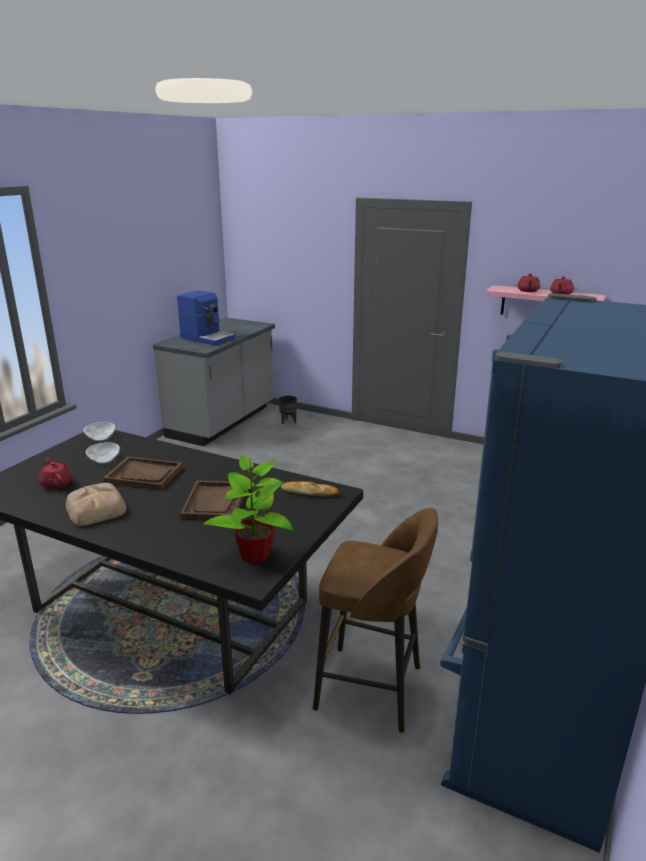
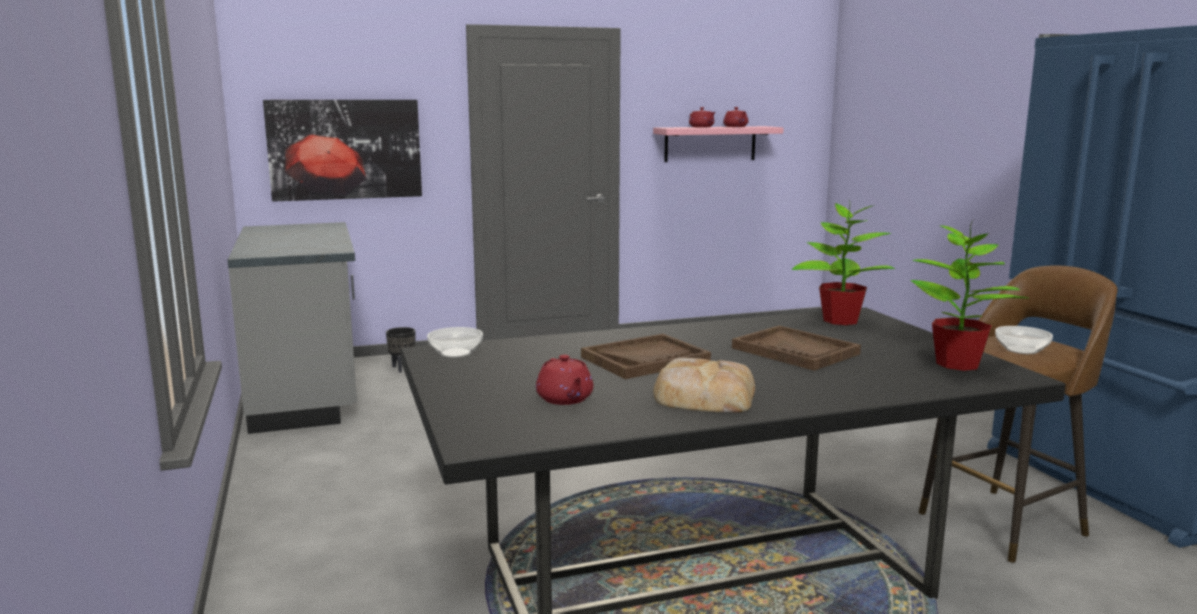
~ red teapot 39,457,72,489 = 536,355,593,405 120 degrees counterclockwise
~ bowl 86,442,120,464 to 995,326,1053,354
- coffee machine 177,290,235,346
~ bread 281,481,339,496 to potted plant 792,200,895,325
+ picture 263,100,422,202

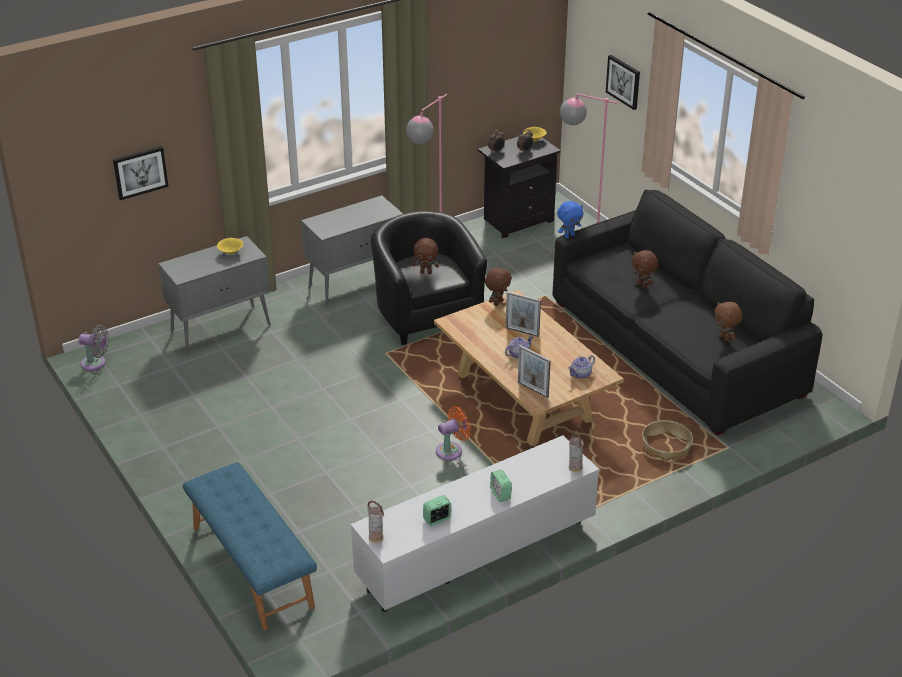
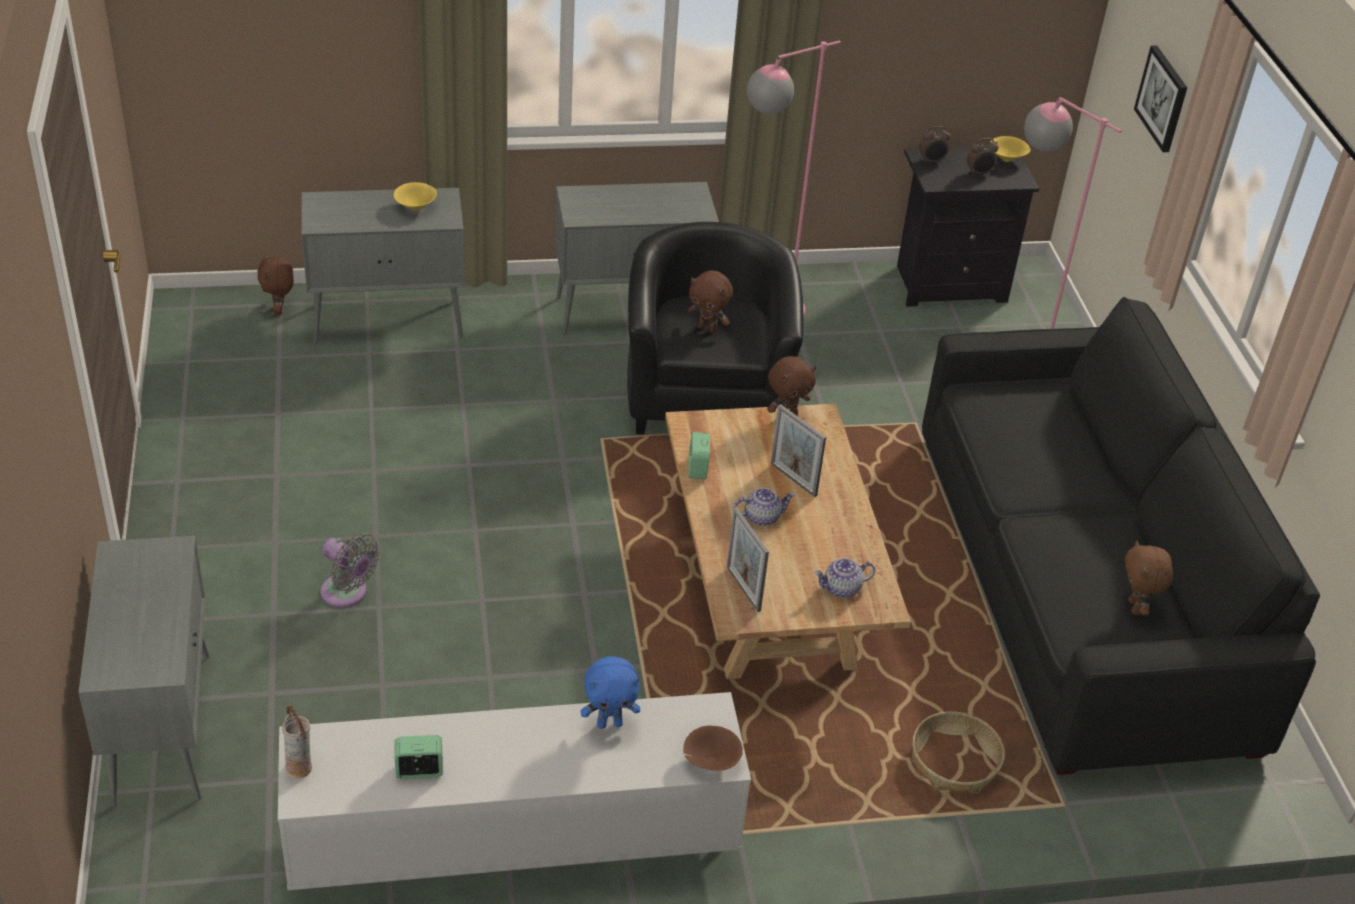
~ grey fan 78,325,109,371 to 321,534,380,608
- picture 113,146,168,200
~ blue bench 183,462,317,630 to grey cabinet 78,536,209,807
- orange fan 436,406,471,460
~ alarm clock 490,470,512,502 to 689,432,710,479
~ blue plush toy 557,201,583,238 to 581,656,640,728
~ vase 569,431,583,472 to brown bowl 683,725,743,771
~ brown plush toy 631,250,658,288 to 258,254,293,315

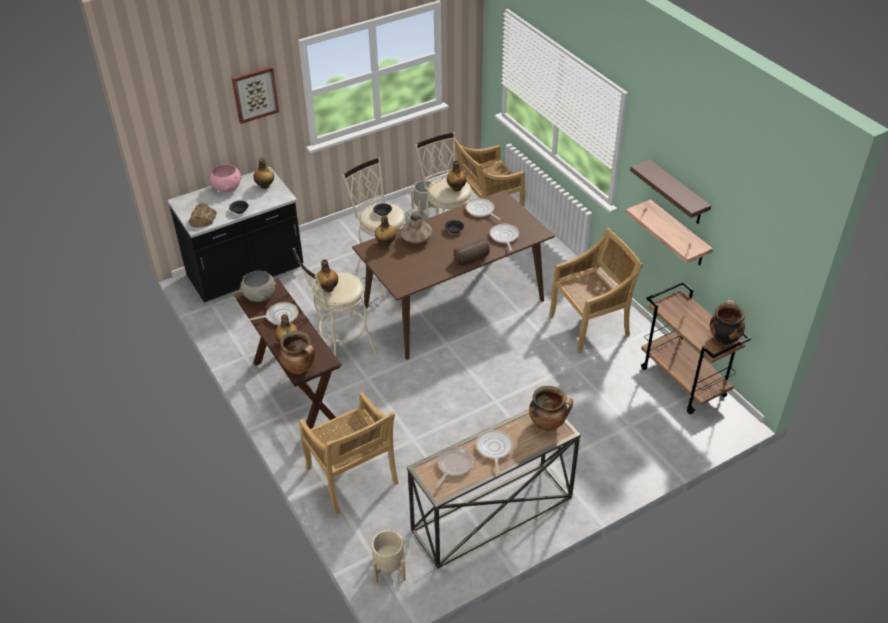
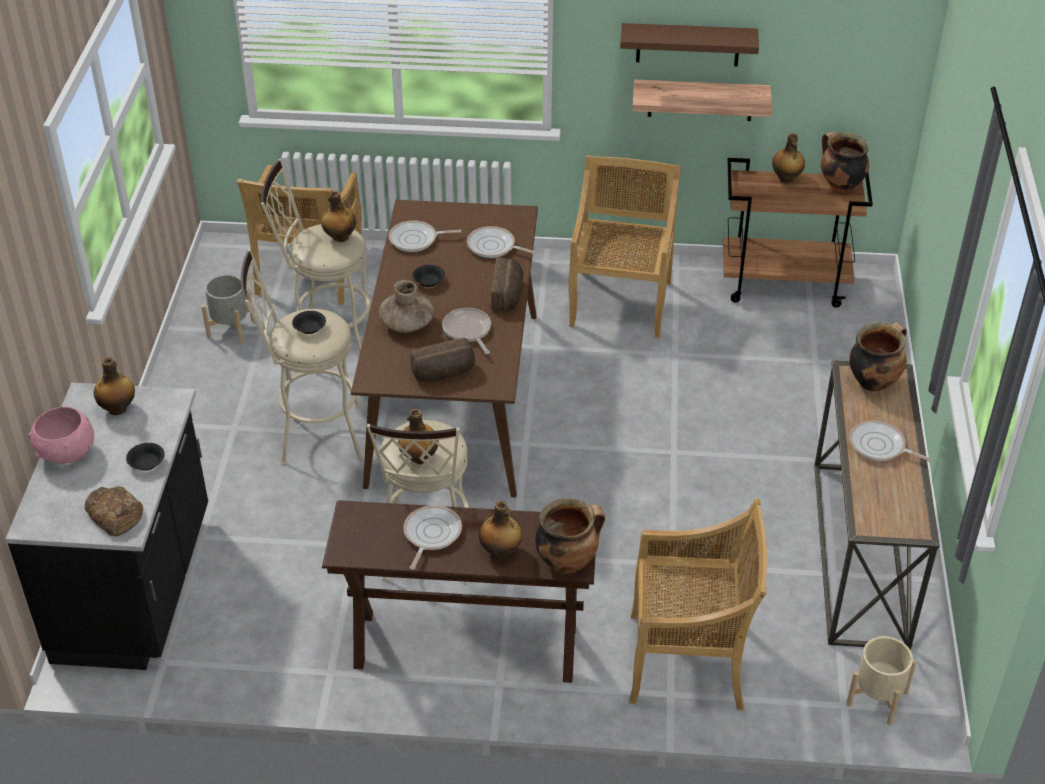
- picture 231,66,279,124
- grey bowl 240,271,276,302
~ bottle 375,215,396,246 to 772,133,805,183
~ frying pan 436,447,473,488 to 442,308,491,354
+ bread 410,337,475,382

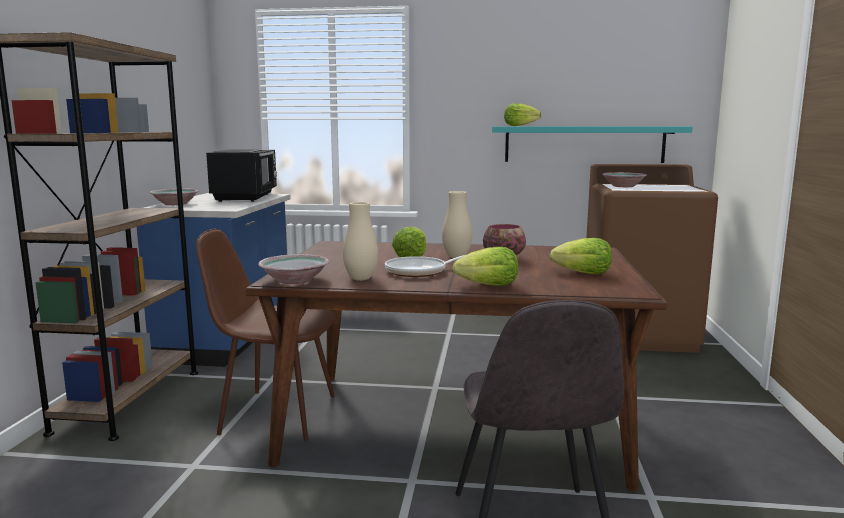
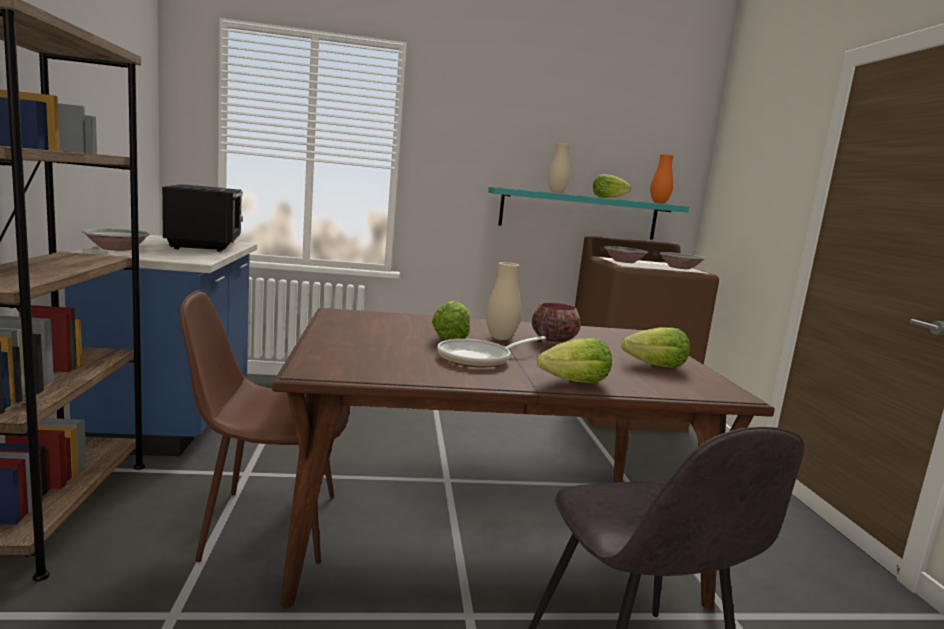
~ bowl 258,254,329,284 to 659,252,705,269
~ beige vase 343,202,378,281 to 548,143,570,193
~ lettuce 504,103,541,126 to 593,174,631,198
+ orange vase 650,154,673,204

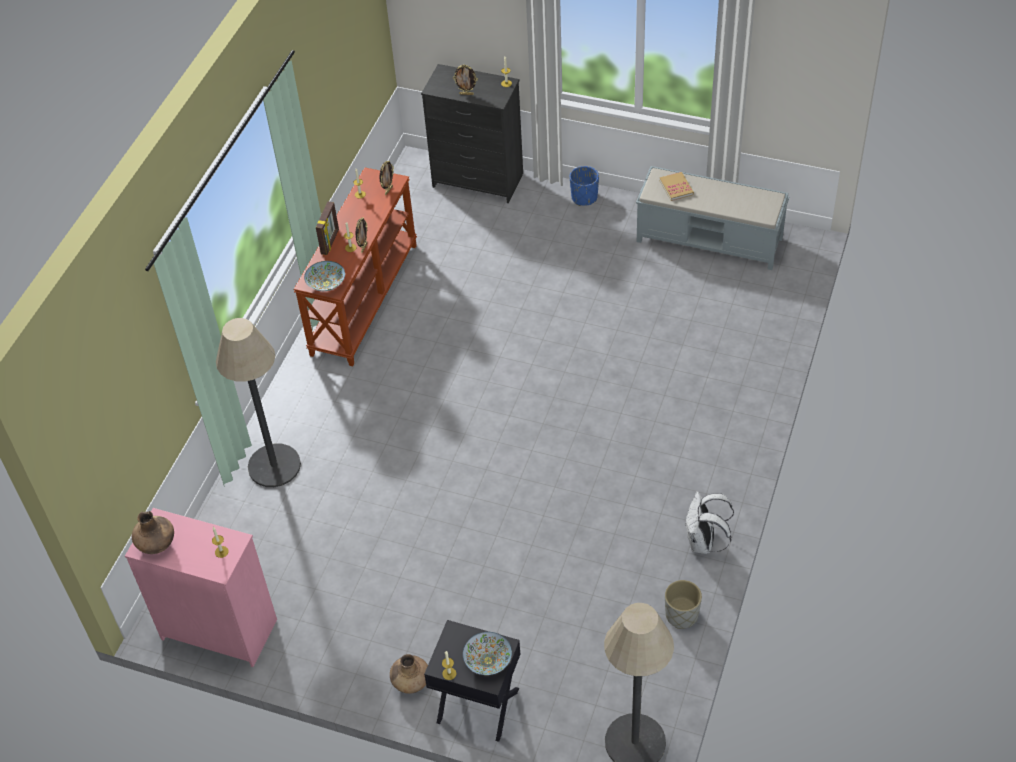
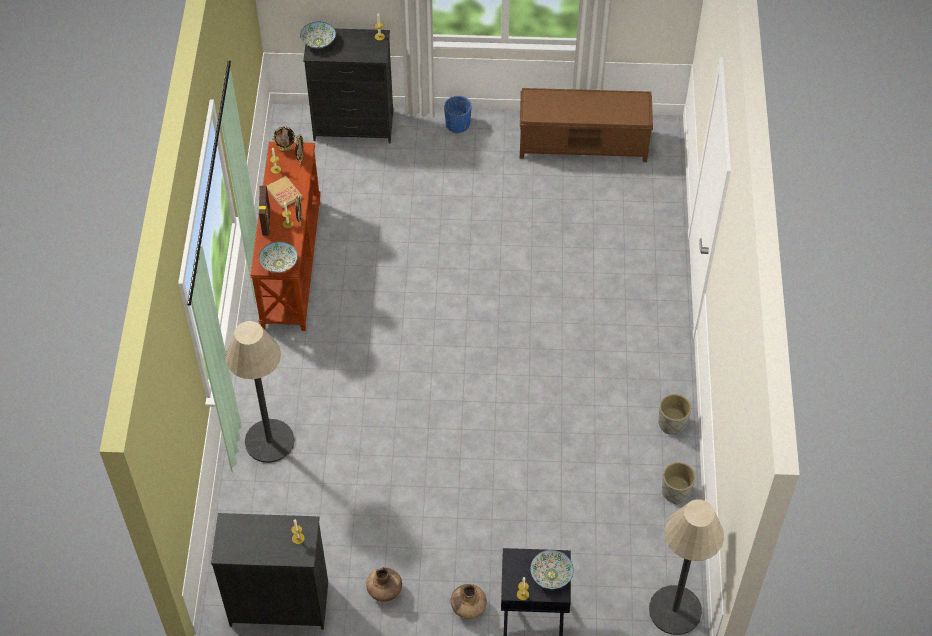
~ pink dresser 125,508,277,667 to black dresser 211,513,328,630
~ brown vase 132,511,174,554 to 366,567,402,602
~ picture frame 453,65,478,95 to 272,126,296,152
~ grey bench 636,166,789,270 to brown bench 520,88,653,162
~ book 659,172,694,201 to 267,176,303,208
~ white backpack 685,491,734,554 to grey planter 659,394,691,435
+ bowl 300,22,336,48

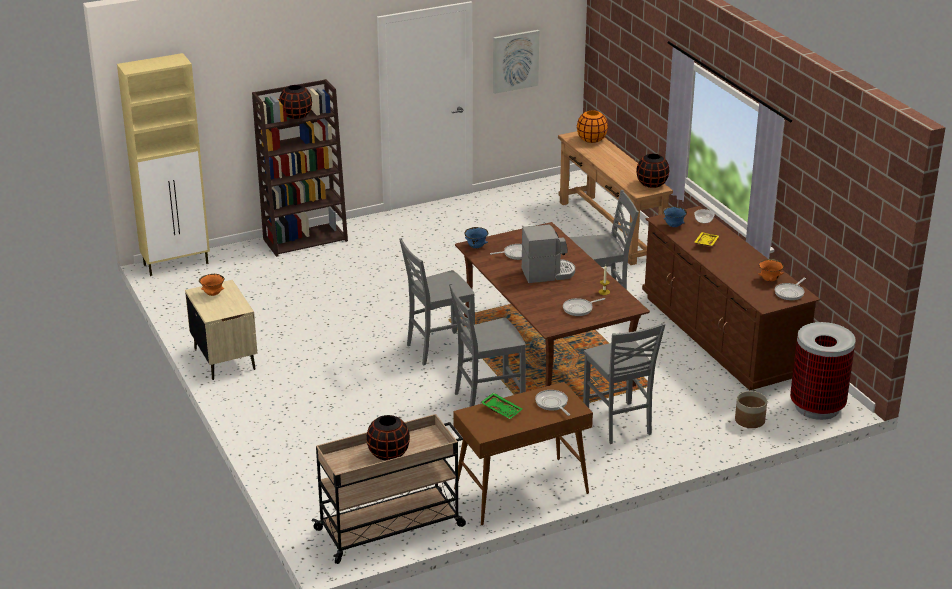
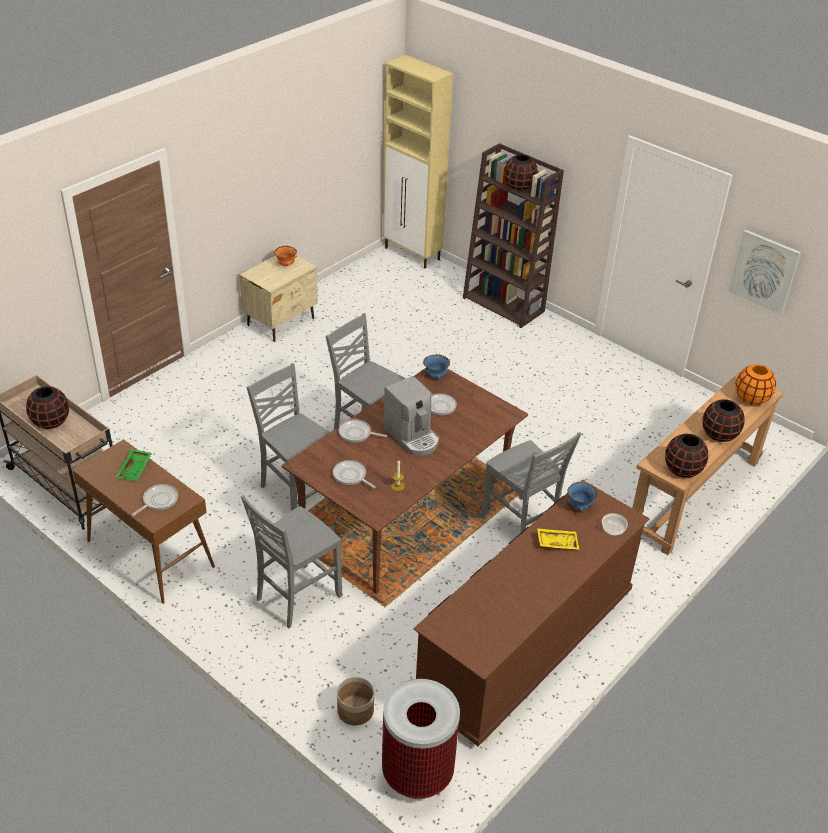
- orange bowl 758,259,784,281
~ frying pan 775,278,806,300 to 339,419,387,443
+ black vase 703,399,745,442

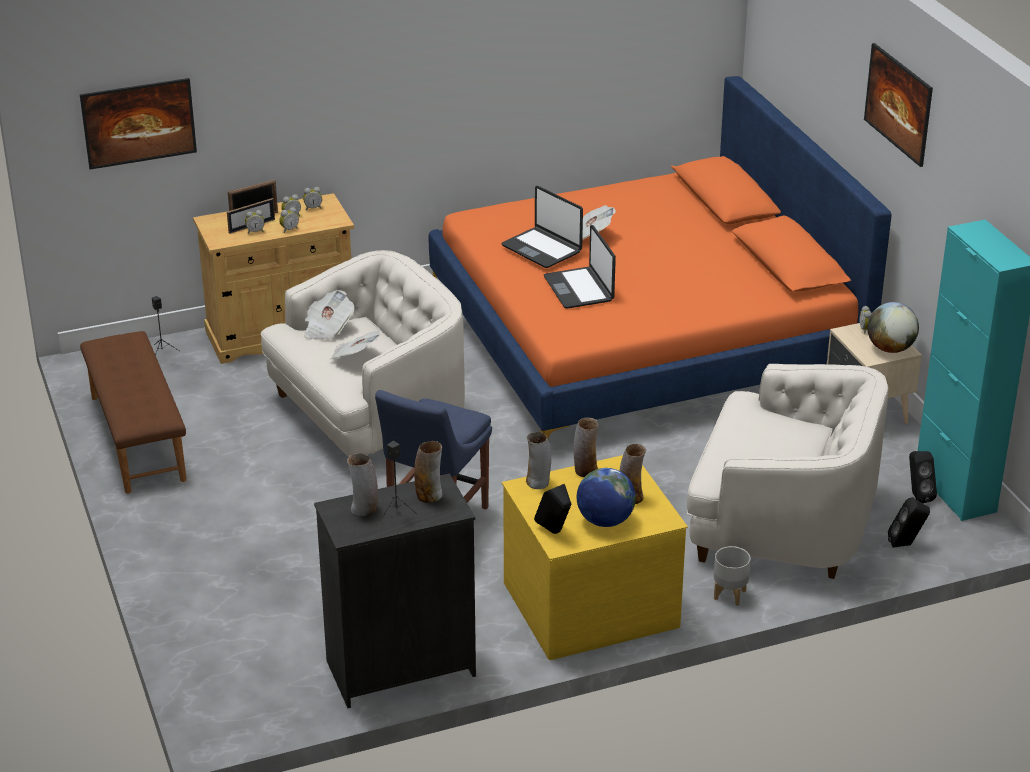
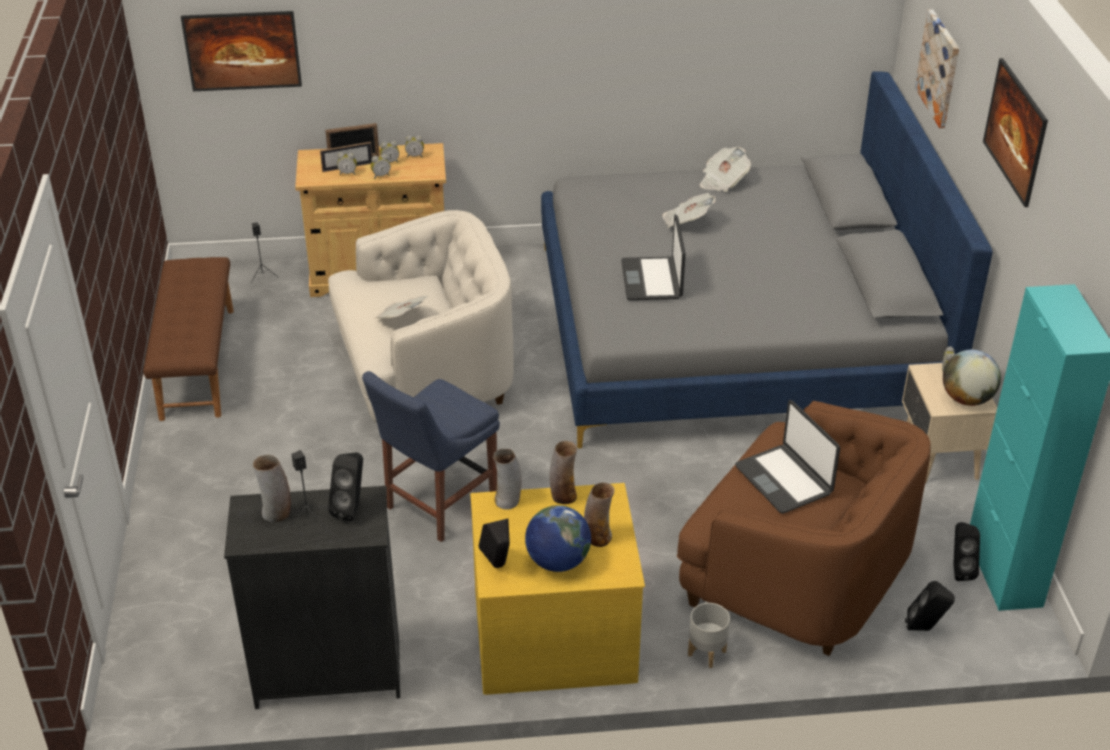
~ newspaper 304,290,354,339 to 700,147,751,192
~ vase 414,441,443,503 to black speaker 328,452,363,521
~ orange bed 429,76,892,440 to grey bed 541,71,993,448
~ laptop 501,186,583,268 to 735,400,840,514
~ white armchair 687,364,889,579 to brown armchair 677,401,931,656
+ picture 915,9,959,128

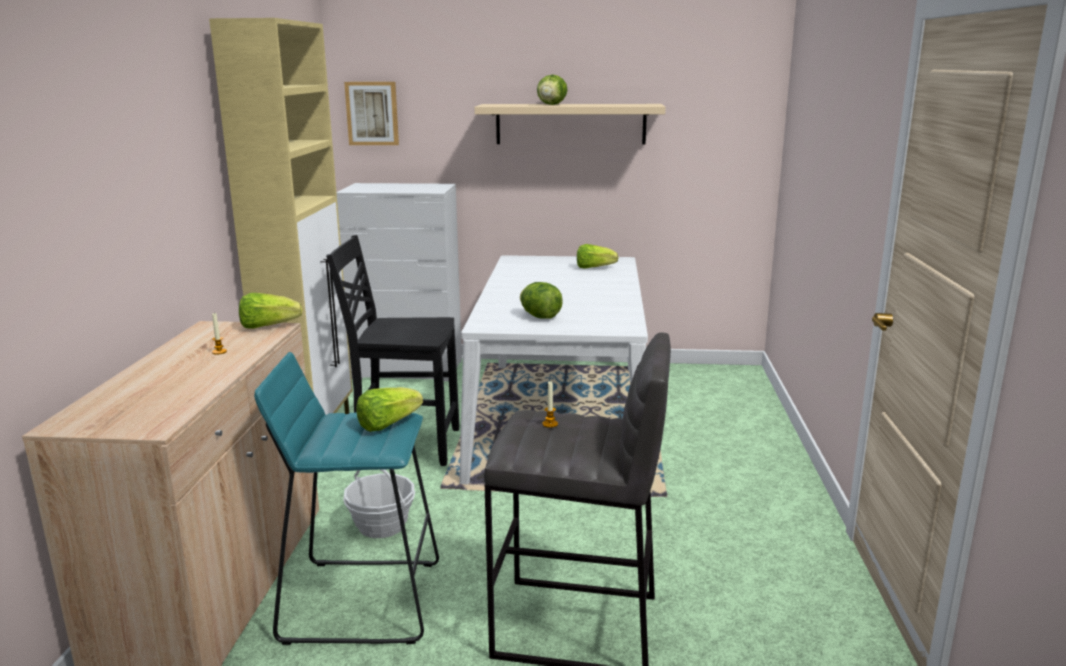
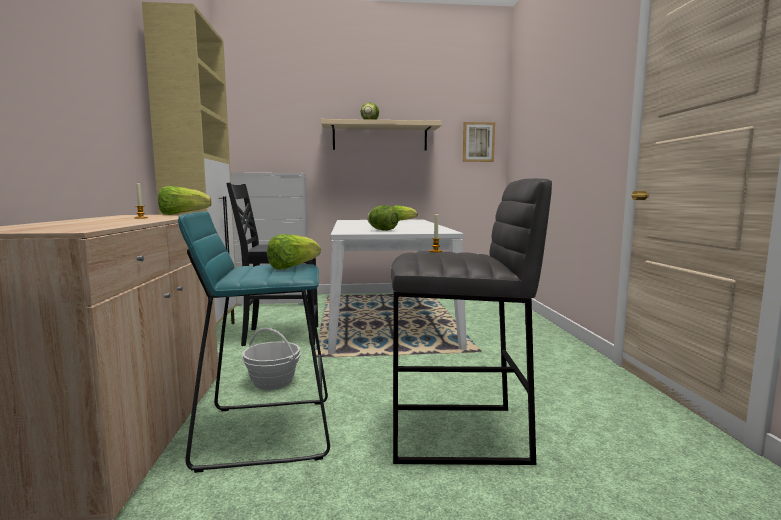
~ picture 344,82,399,145 to 463,122,495,162

